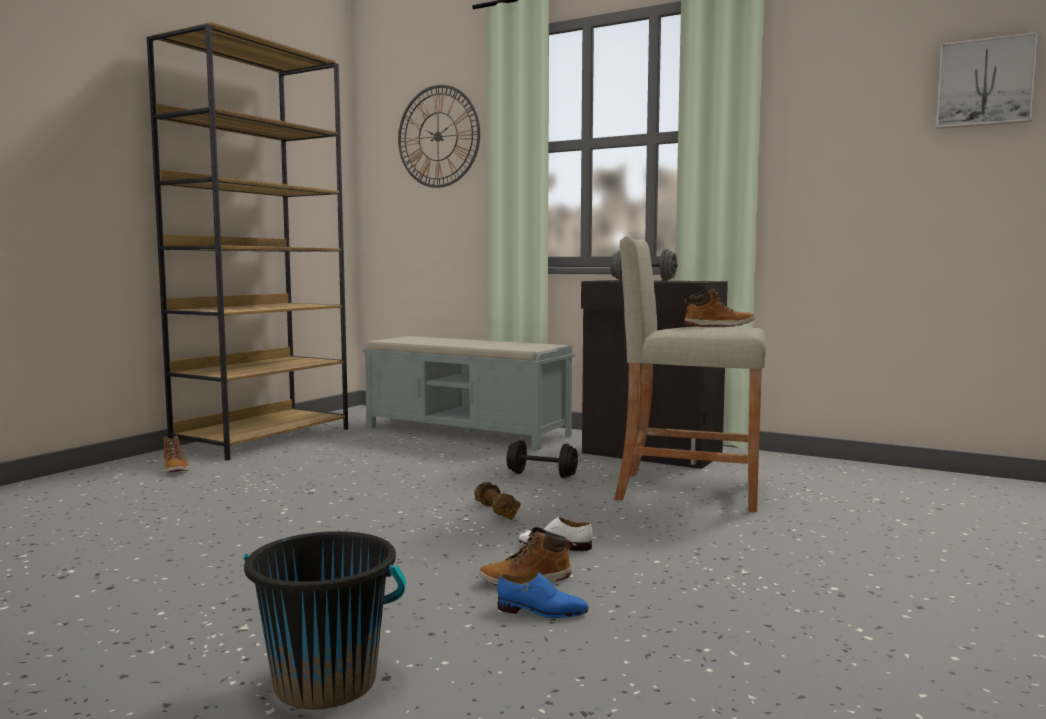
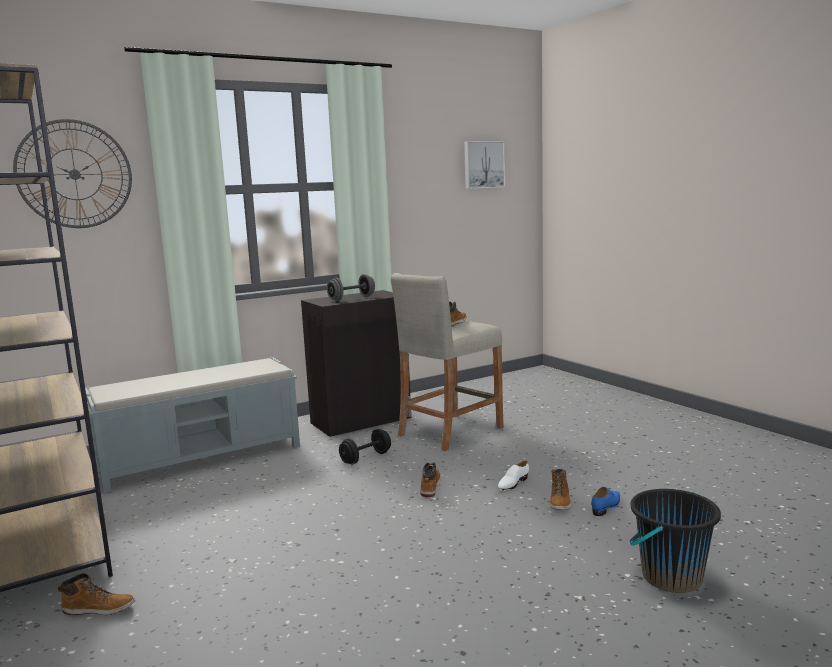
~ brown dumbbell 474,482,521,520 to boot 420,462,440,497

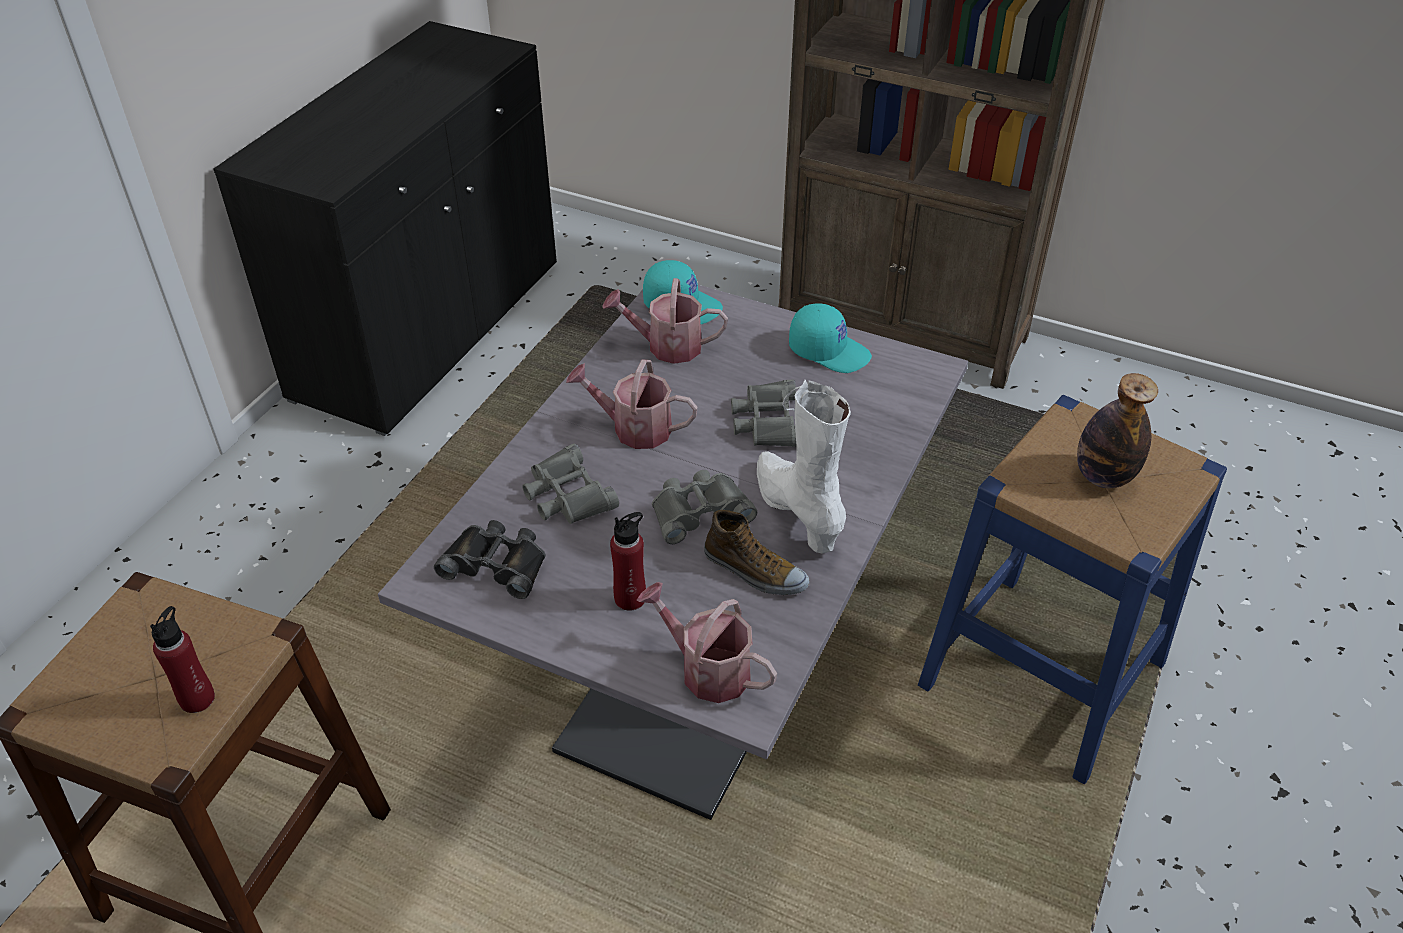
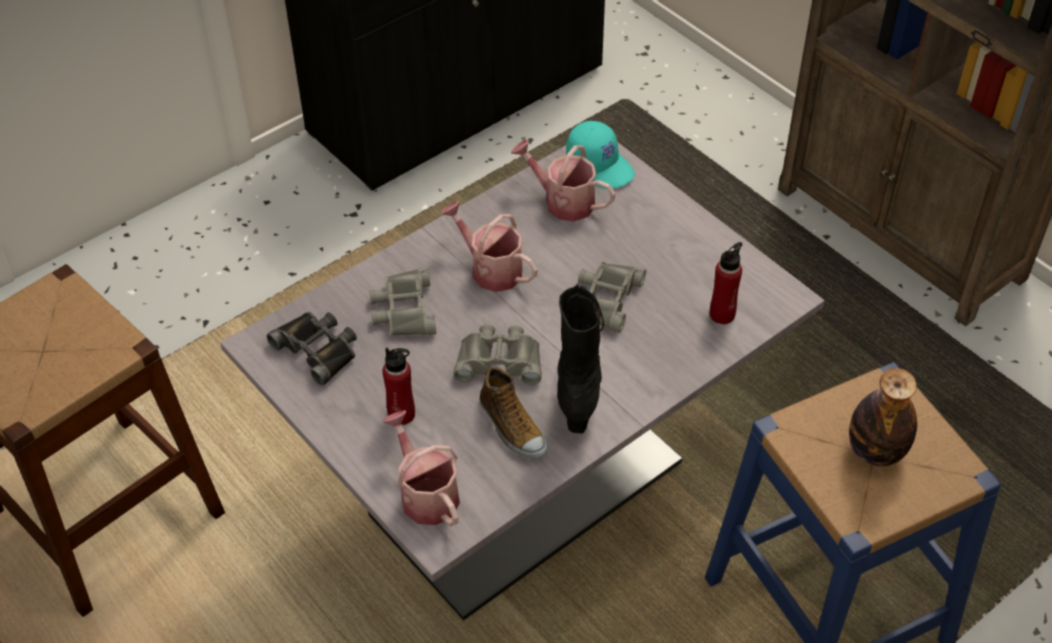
~ red bottle 150,606,215,713 to 710,242,743,324
~ white boot 757,380,851,554 to black boot 557,284,604,433
- turquoise cap 789,303,872,373

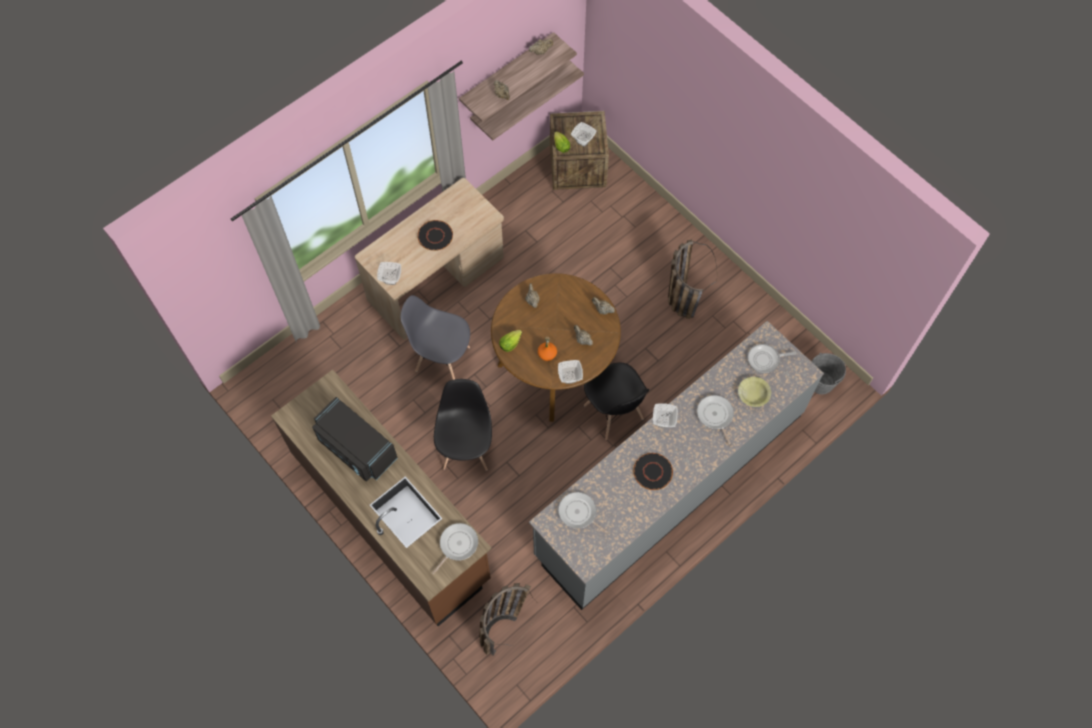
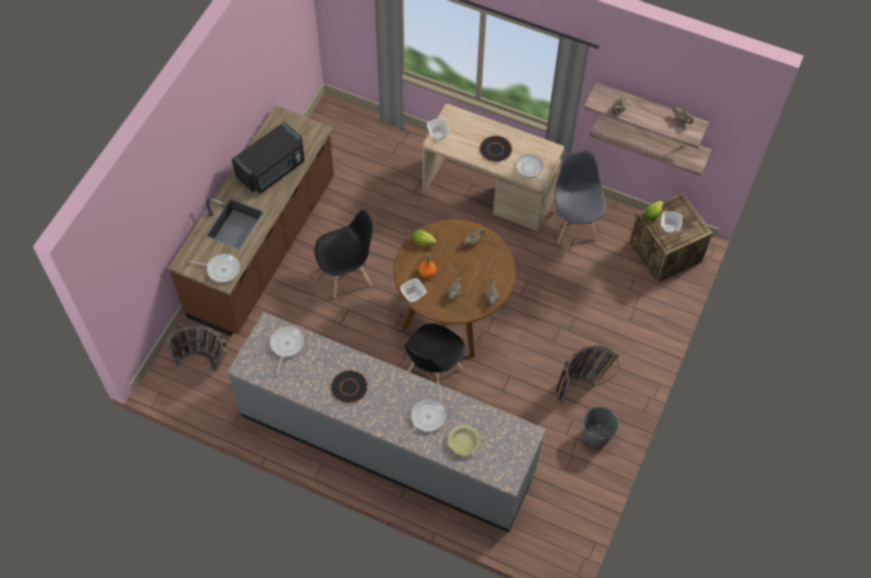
~ black microwave 312,397,397,482 = 232,122,305,194 150 degrees counterclockwise
~ grey chair 401,295,470,380 to 552,150,606,243
- bowl 653,403,678,428
~ frying pan 748,344,796,373 to 516,155,547,186
~ grey bucket 812,353,846,394 to 583,407,619,448

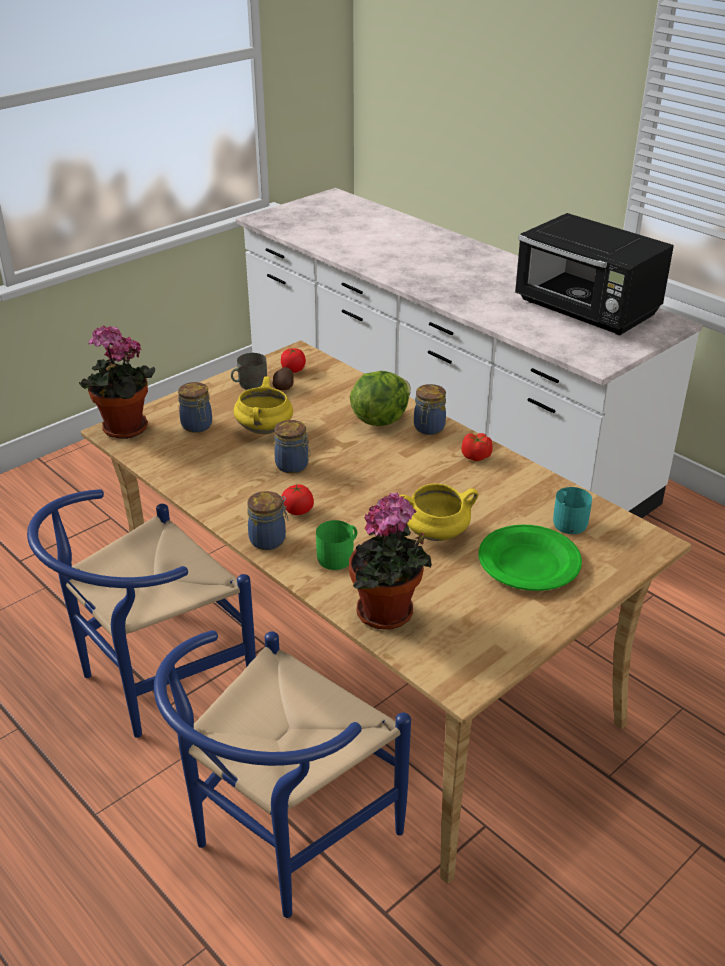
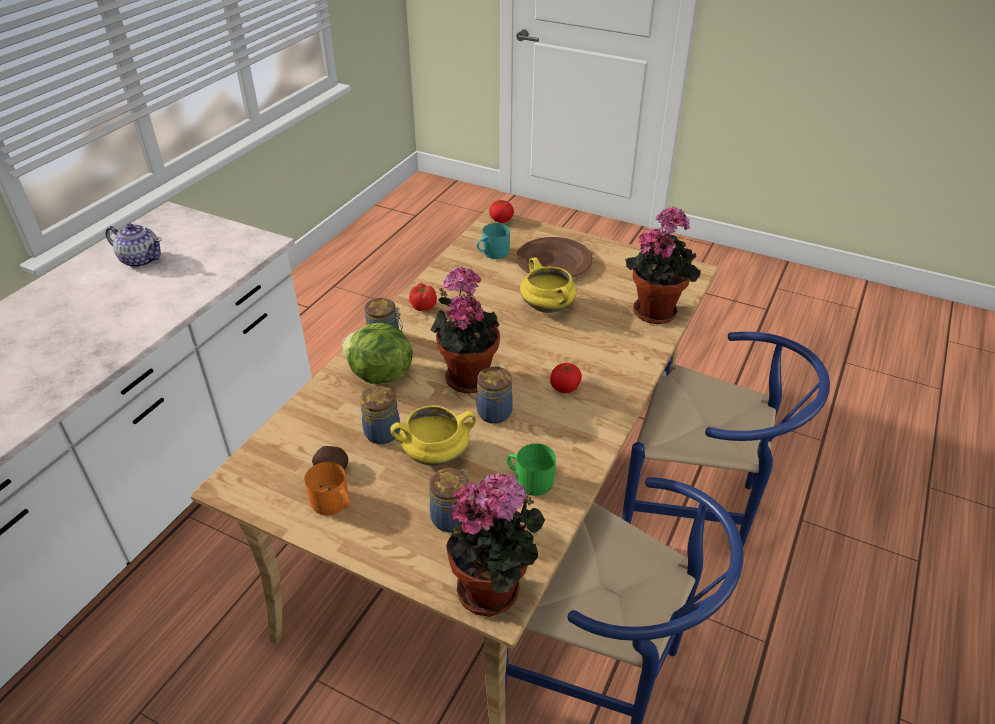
~ grey mug 231,353,267,390 to orange mug 304,462,350,516
~ jar 247,491,288,550 to 360,386,400,444
~ tomato 281,348,306,373 to 489,200,514,223
~ green mug 316,520,357,570 to 507,443,556,496
~ green plate 478,524,582,591 to brown plate 516,237,593,278
~ black microwave 515,213,674,335 to teapot 105,223,162,268
+ potted plant 431,267,500,394

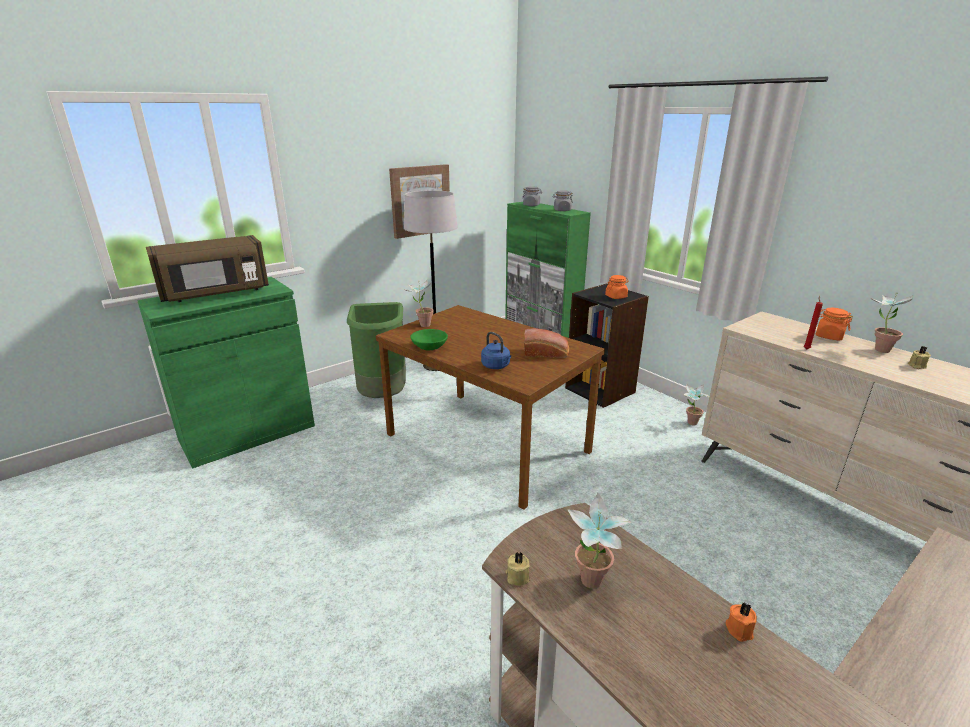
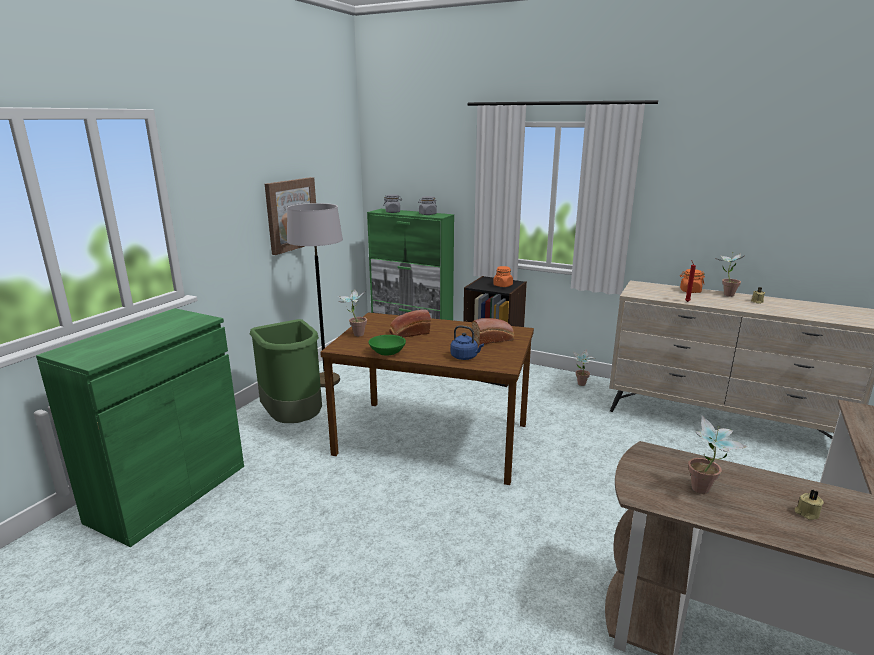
- brown microwave 146,235,269,302
~ beige candle 505,552,530,586 to 794,490,824,520
- orange candle 726,602,757,642
+ bread 389,310,431,337

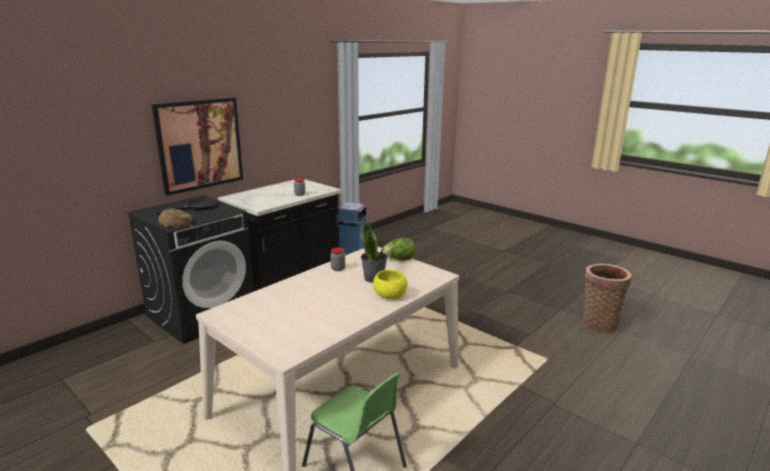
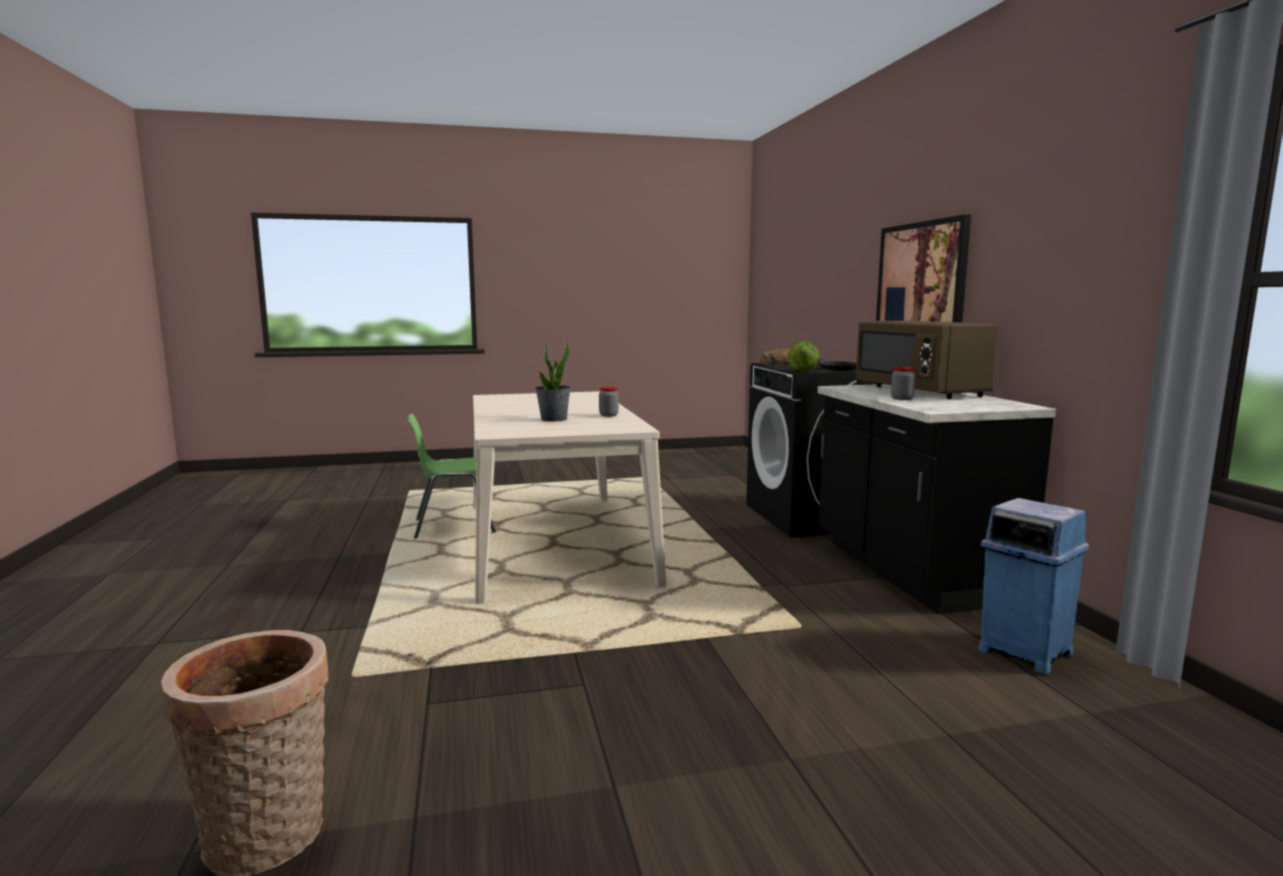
- yellow bowl 373,270,407,299
~ lettuce 380,238,415,261 to 788,341,819,372
+ brown microwave 856,321,998,399

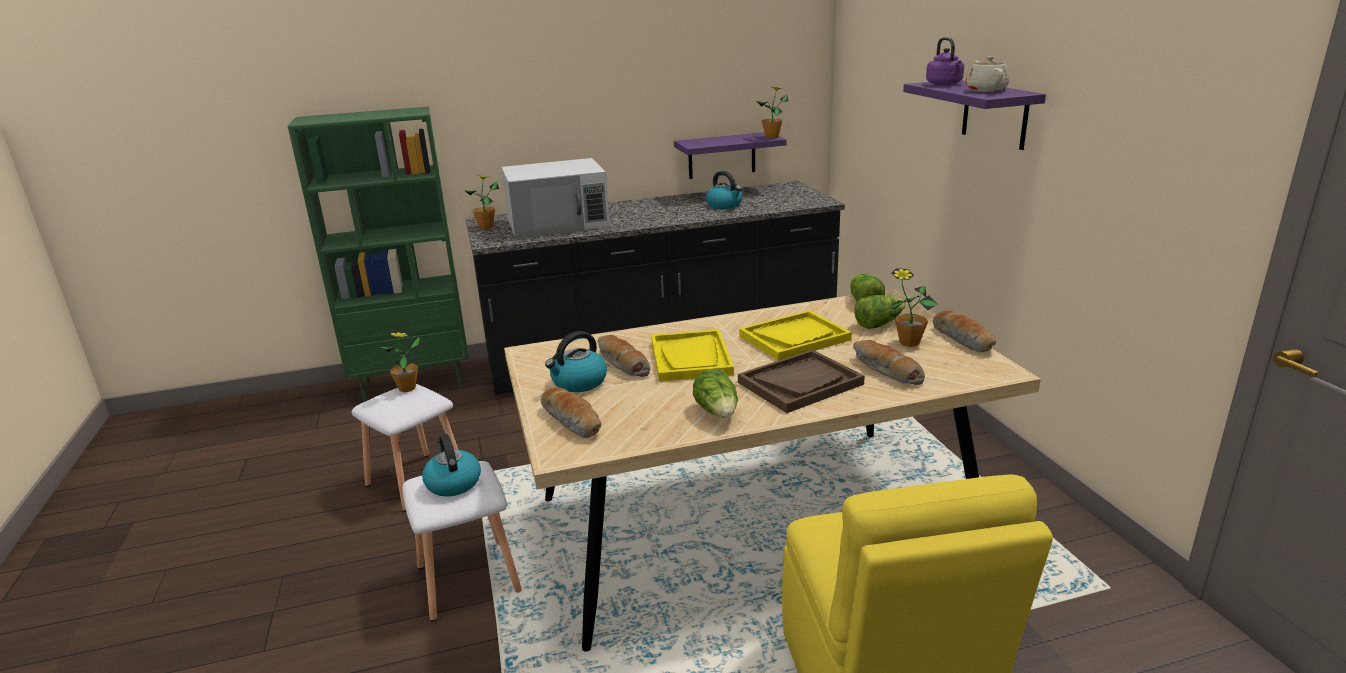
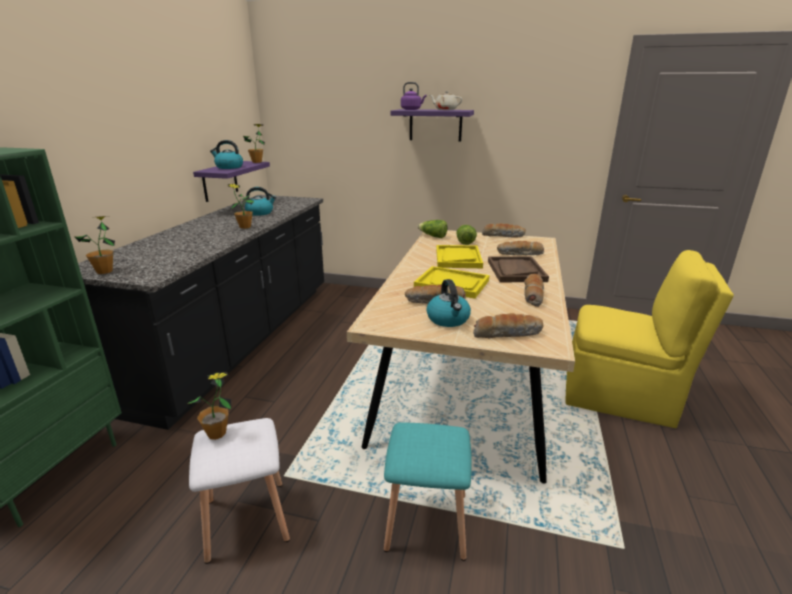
~ white stool 402,461,522,621 to turquoise stool 384,422,472,561
~ kettle 422,434,481,497 to 210,140,243,169
- white microwave 501,158,610,239
~ lettuce 693,368,738,418 to bread 524,274,544,307
~ potted plant 889,268,938,347 to 228,184,254,229

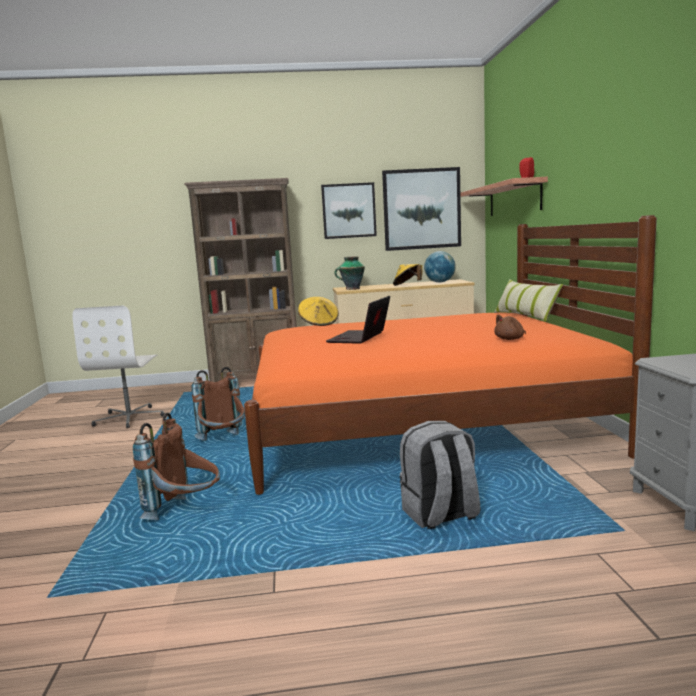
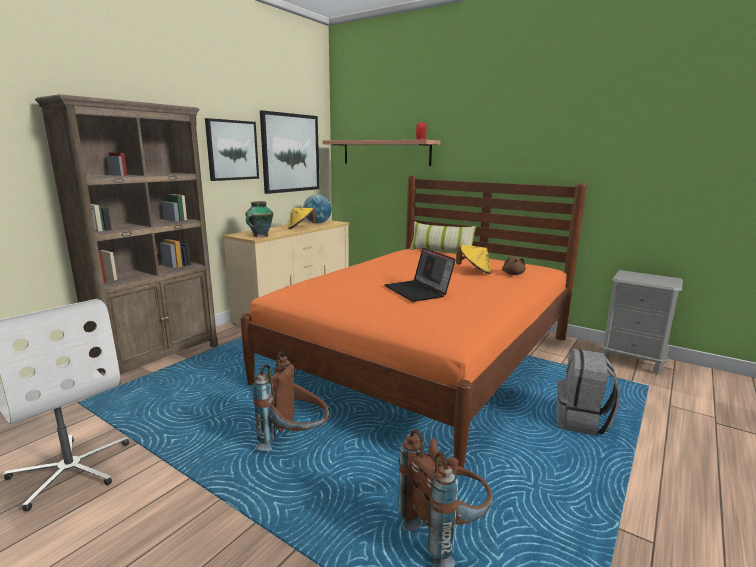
~ yellow hat 298,297,339,326 to 456,245,492,274

